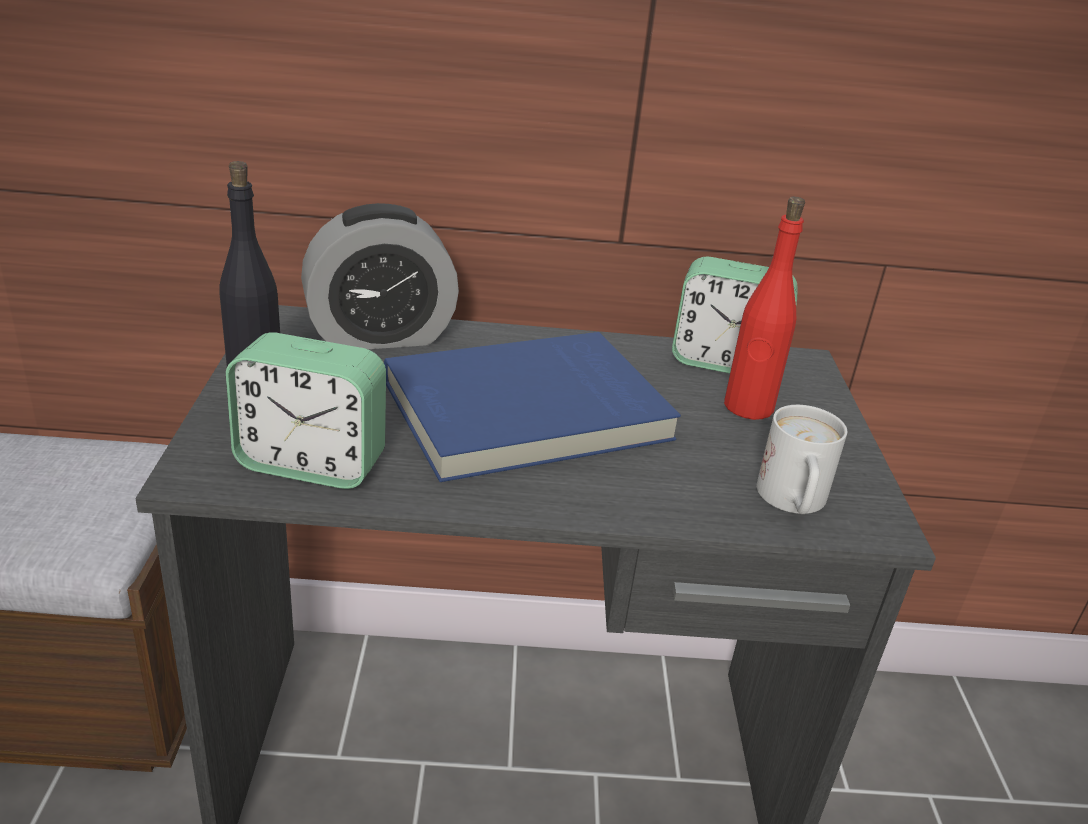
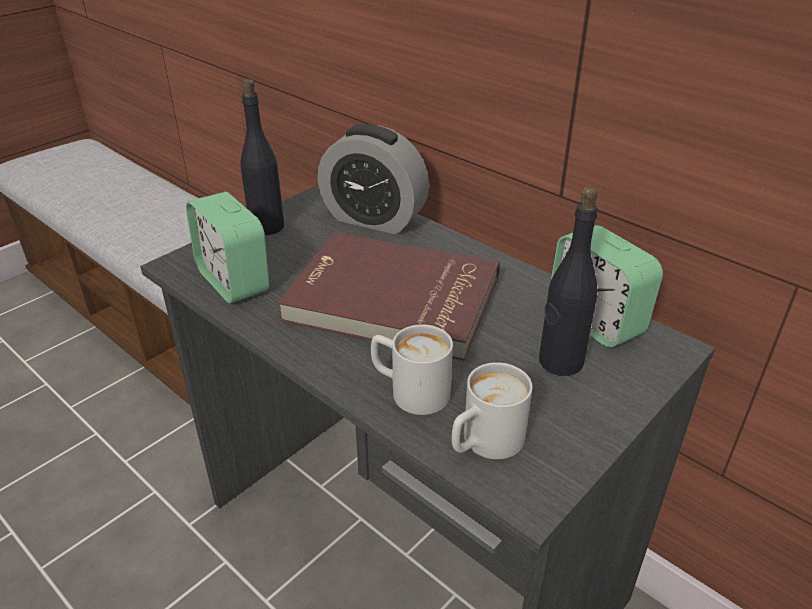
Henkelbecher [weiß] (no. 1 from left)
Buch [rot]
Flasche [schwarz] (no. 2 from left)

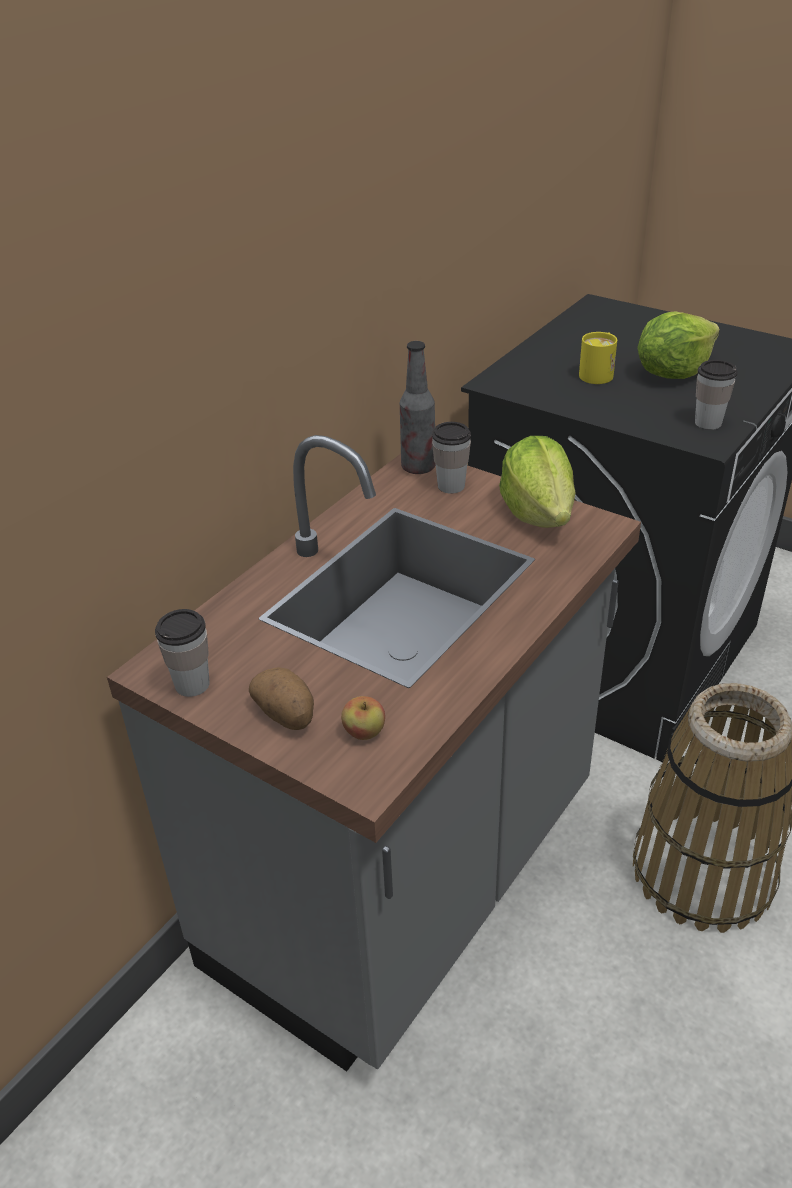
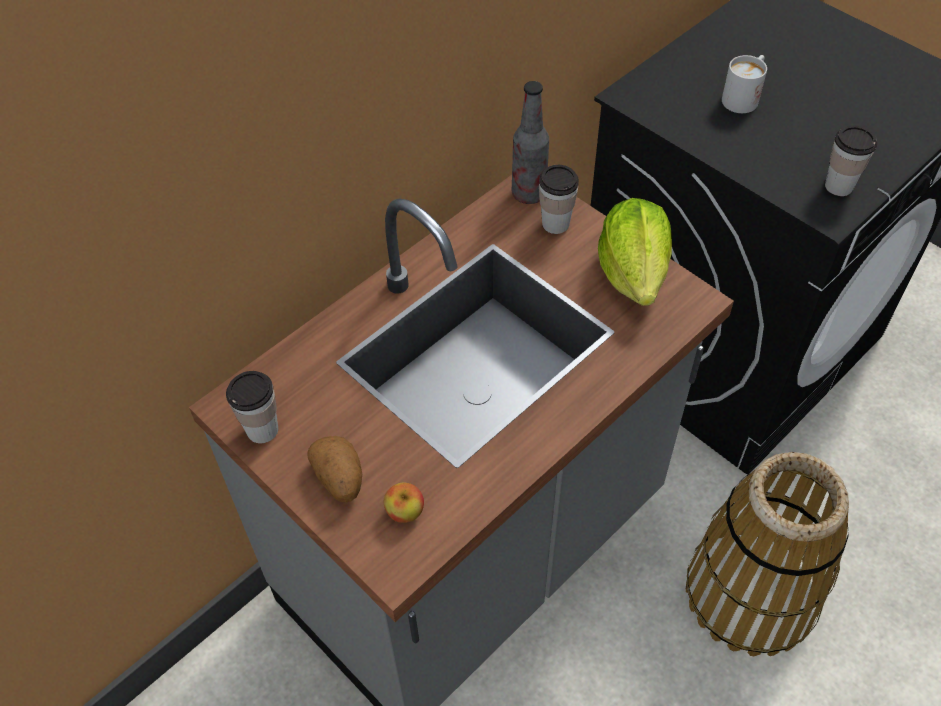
Salatkopf (no. 2 from left in the first image)
Henkelbecher [weiß]

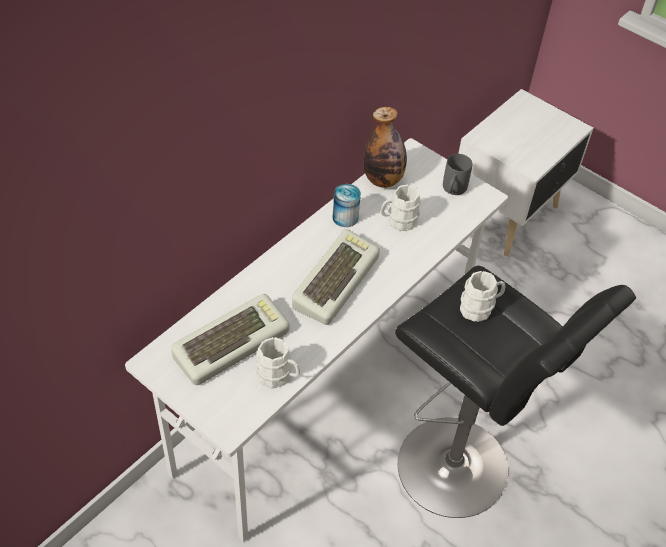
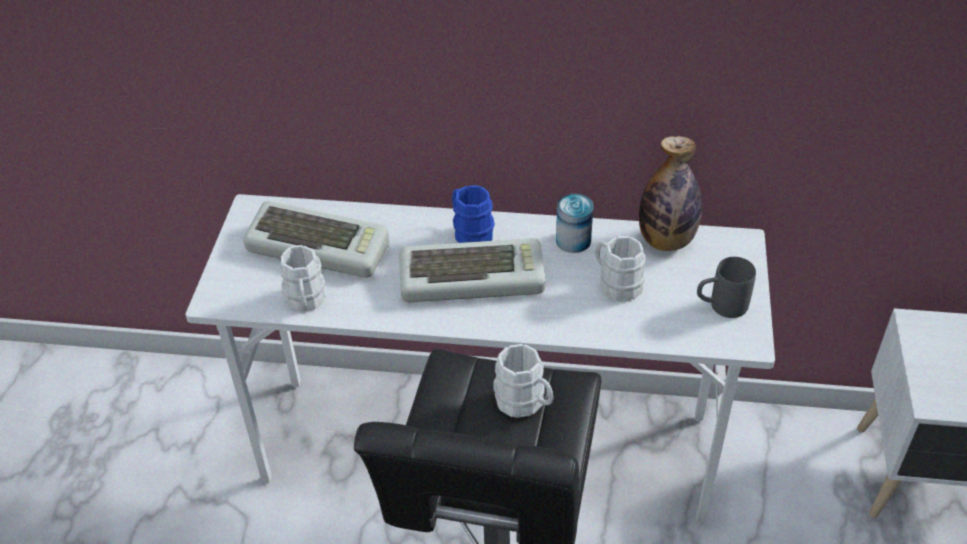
Henkelbecher [blau]

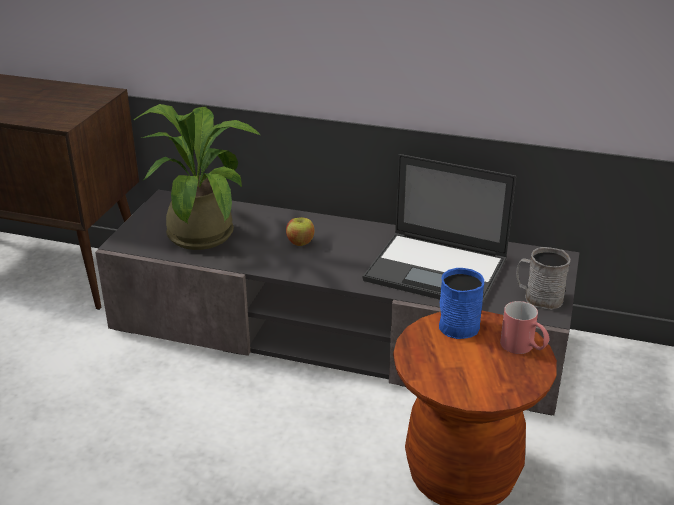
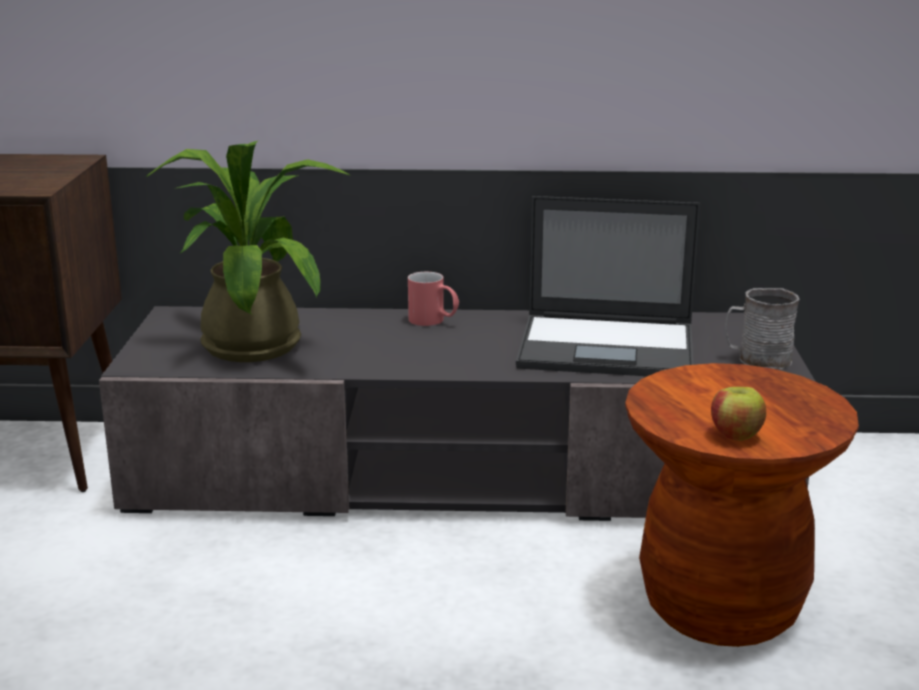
Henkelbecher [blau]
Apfel
Henkelbecher [rot]

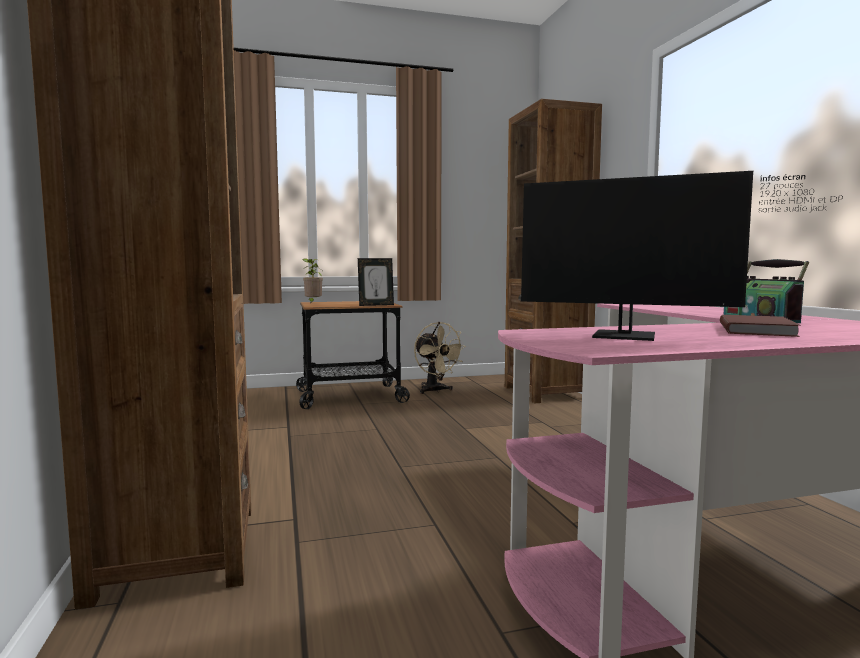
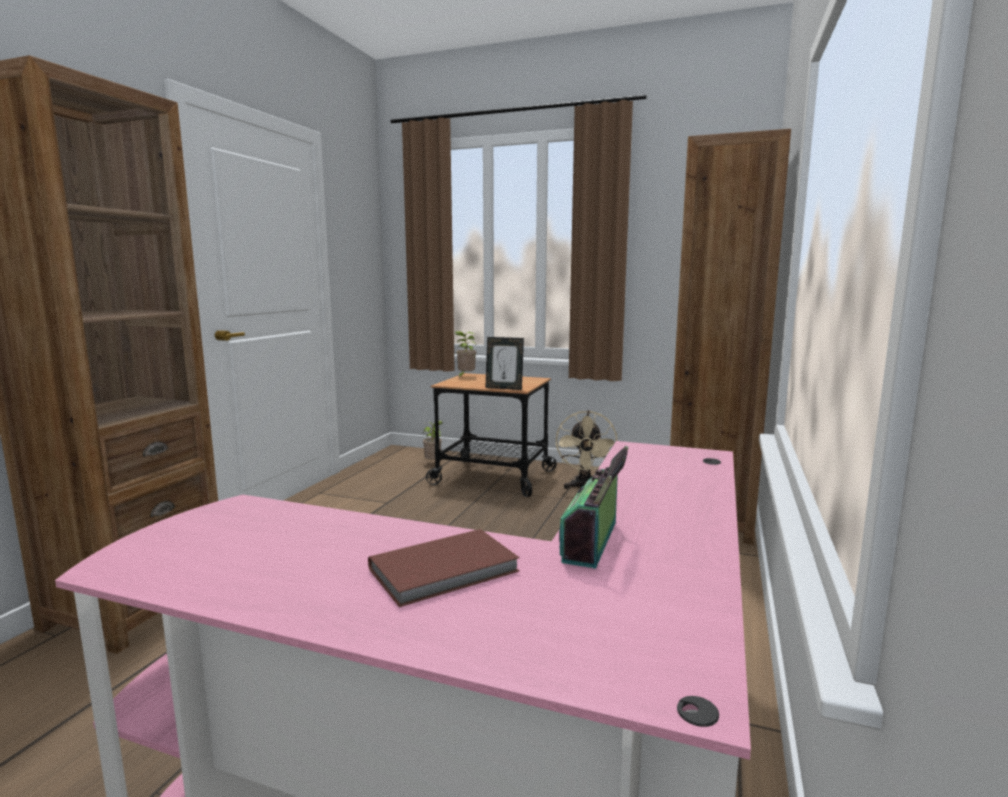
Monitor
Topfpflanze (no. 1 from left)

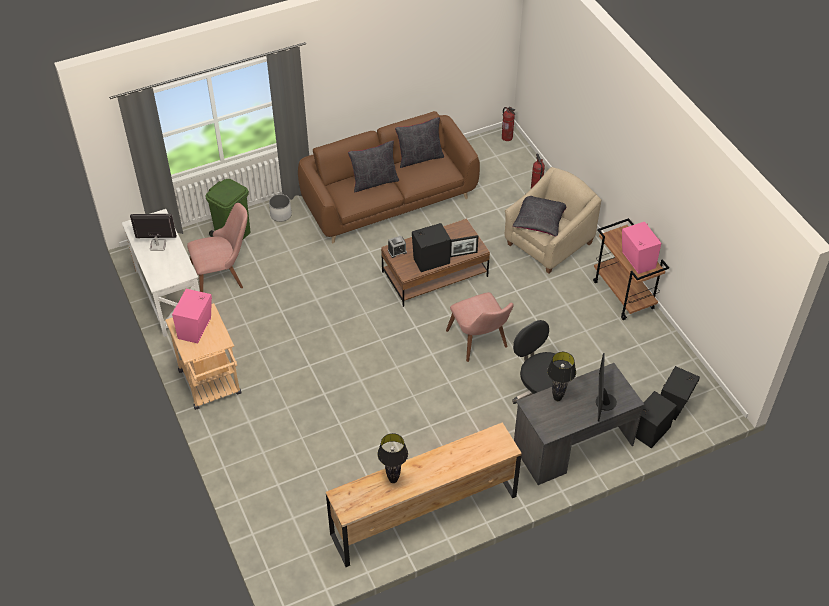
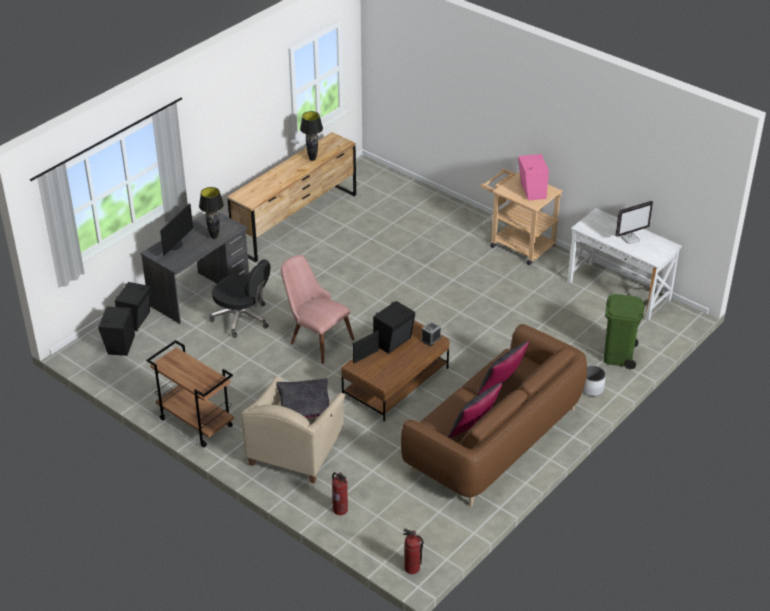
Stuhl [rosa] (no. 1 from left in the first image)
Lautsprecher [rosa] (no. 2 from left in the first image)
Monitor (no. 1 from left)

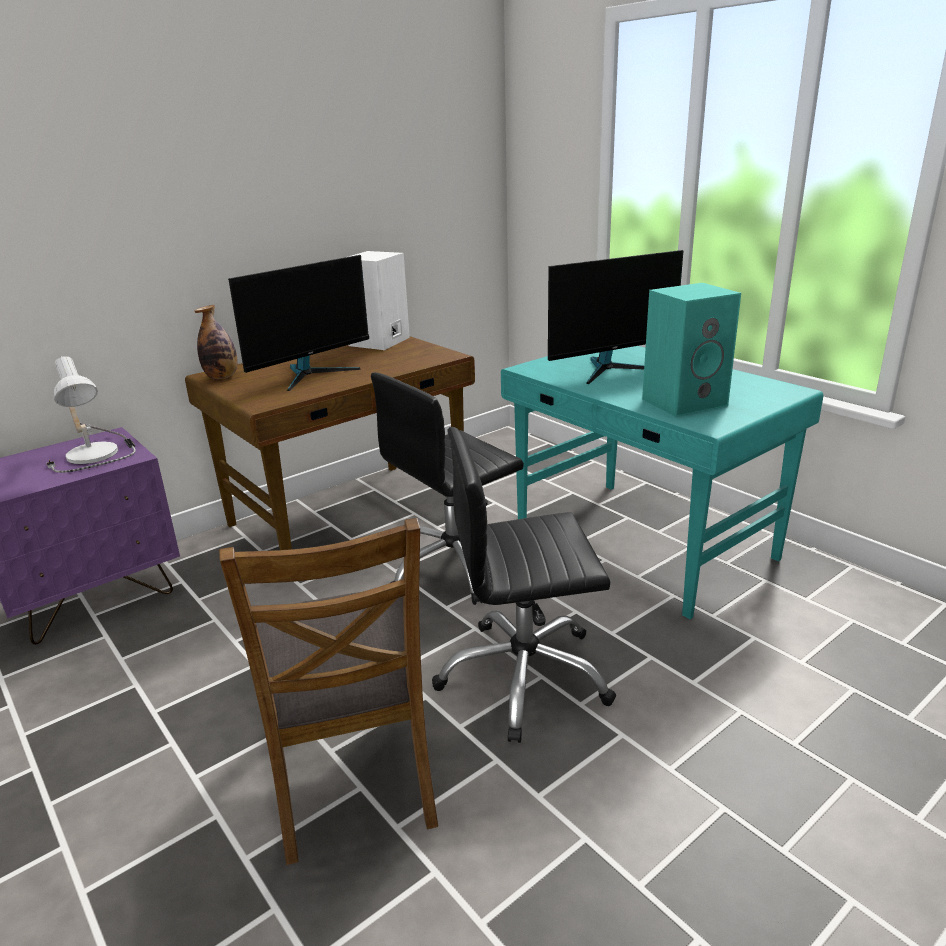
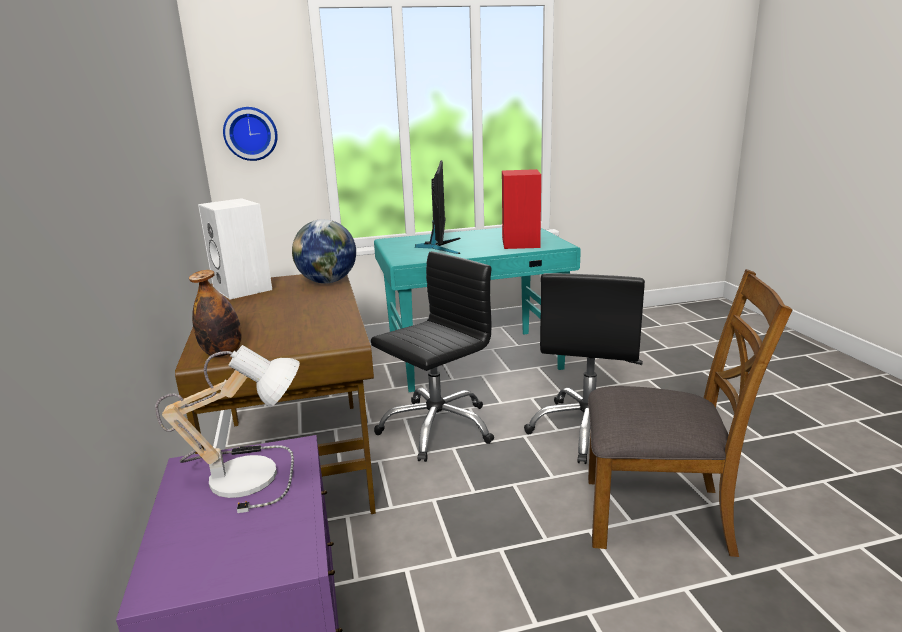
Monitor (no. 1 from left in the first image)
Wanduhr
Globus
Lautsprecher [rot]
Bürostuhl [schwarz] (no. 1 from left)

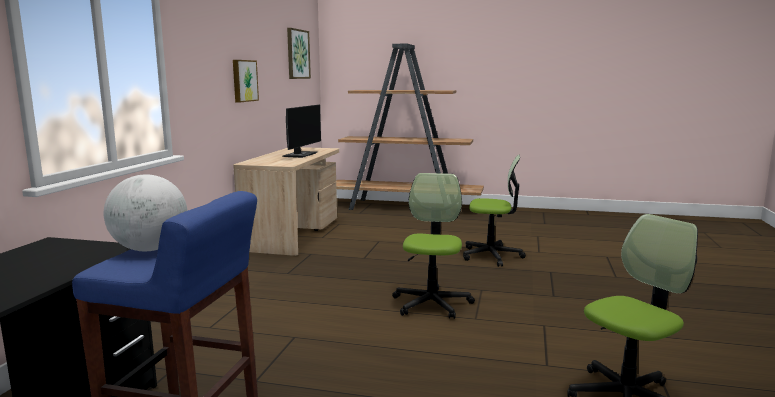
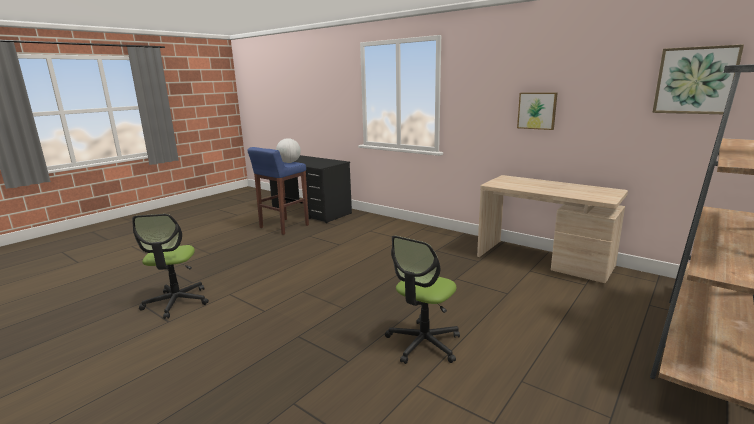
Monitor
Bürostuhl (no. 1 from left in the first image)

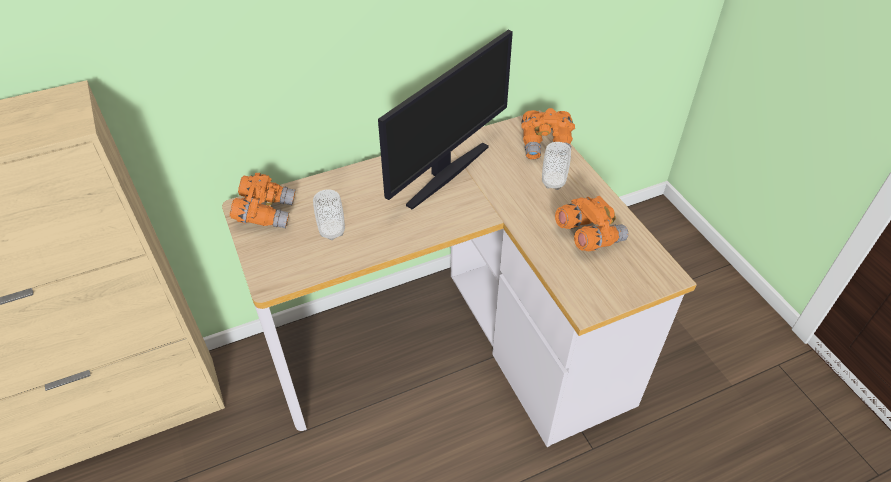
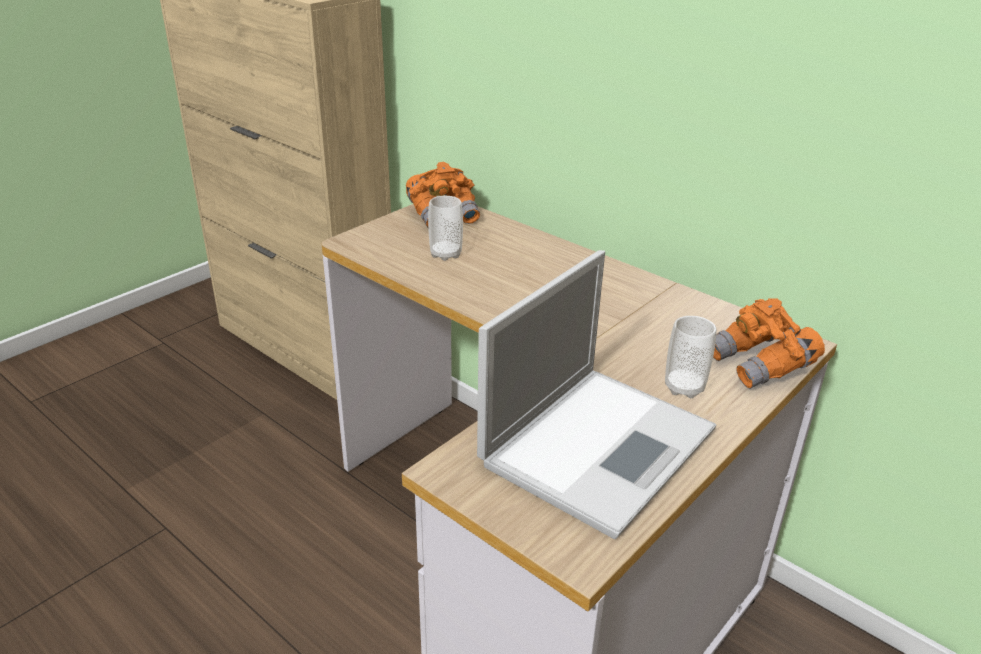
Monitor
Laptop

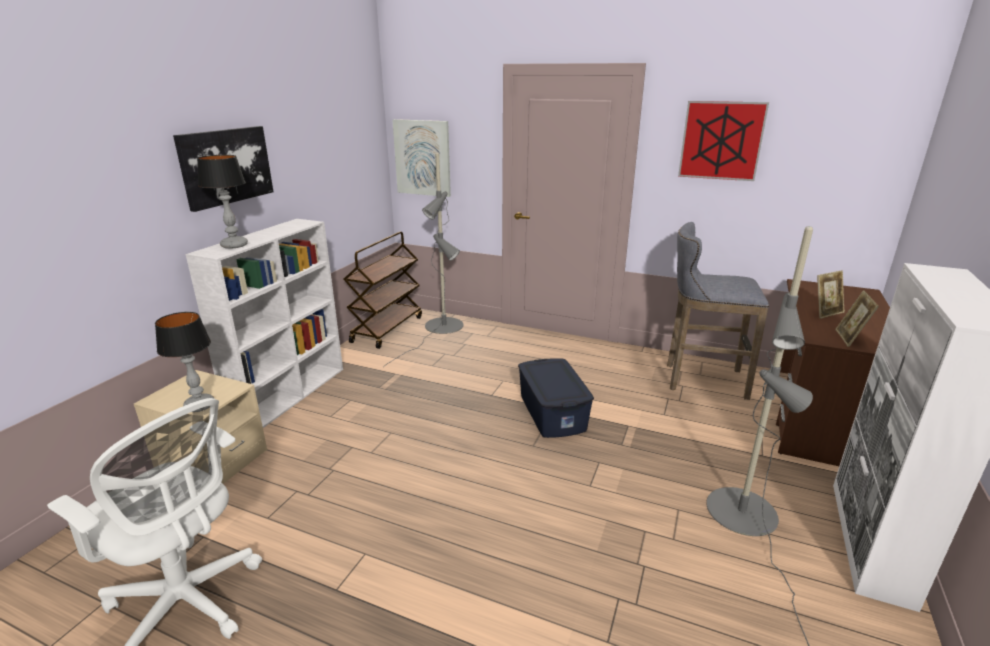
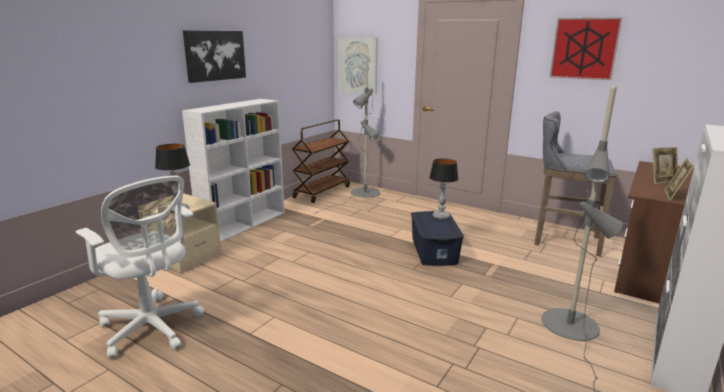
Tischlampe (no. 2 from left)

